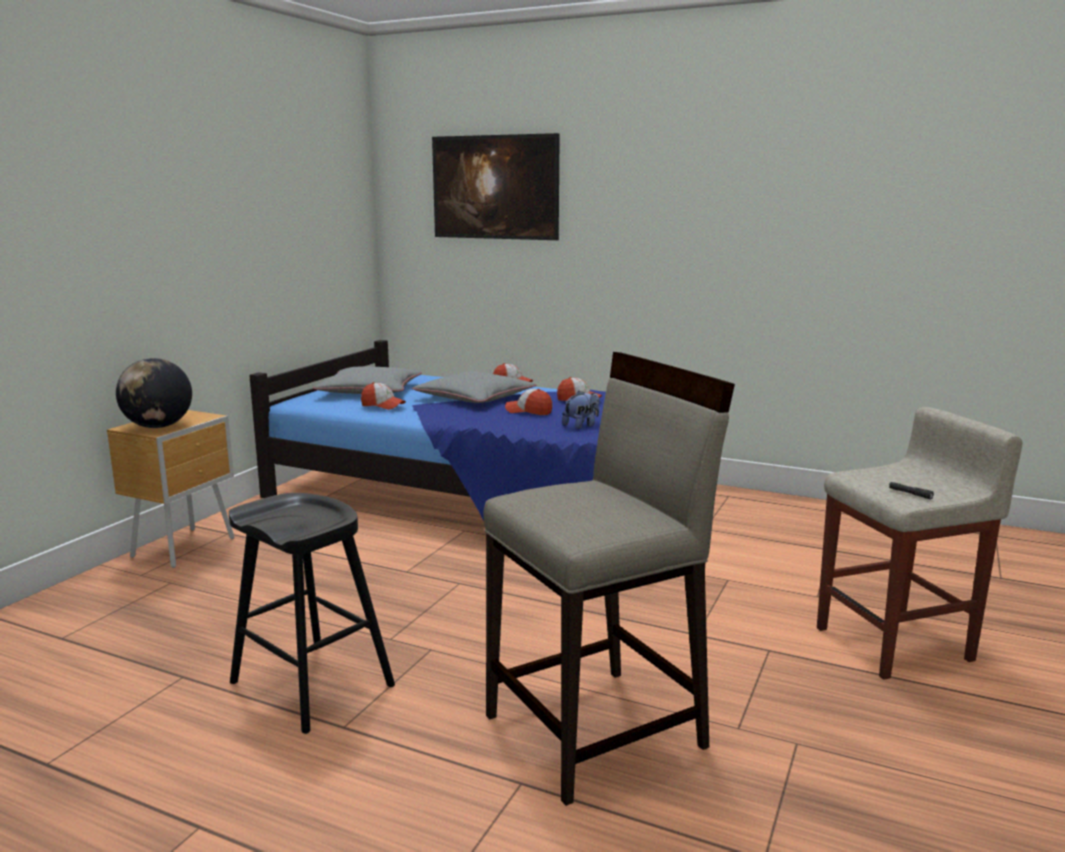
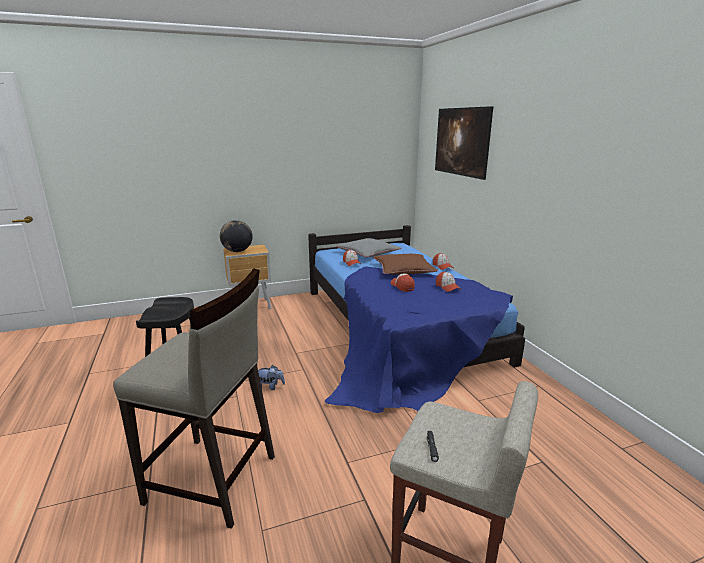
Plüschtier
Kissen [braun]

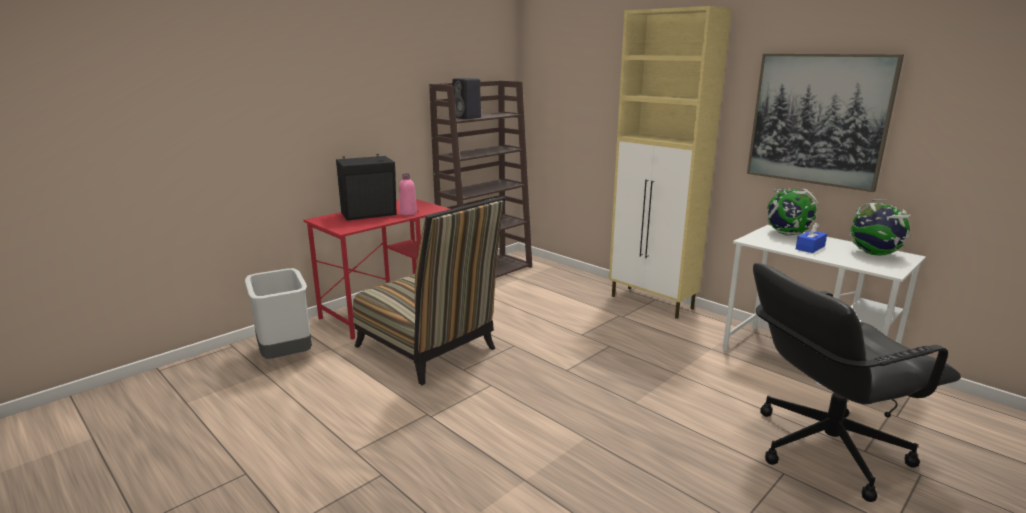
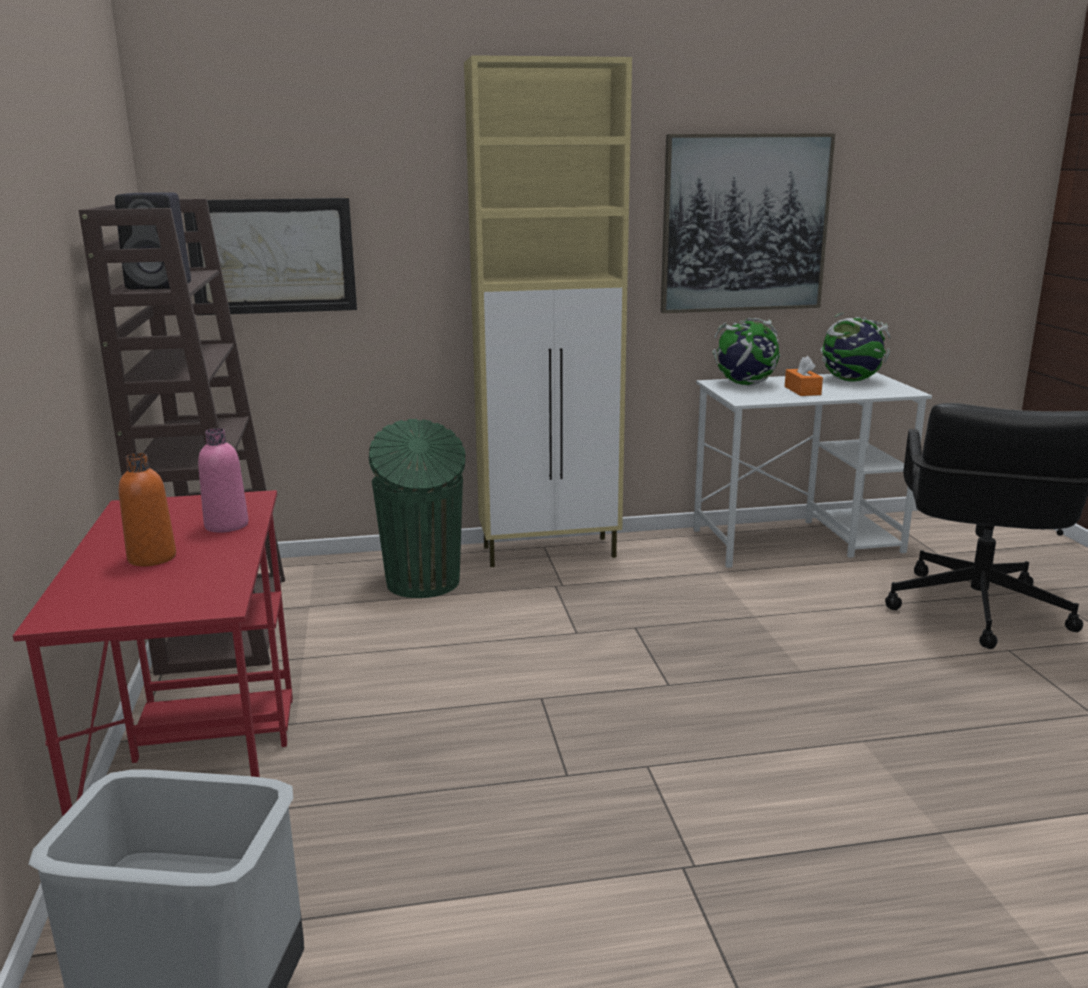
Stuhl
Bild (no. 1 from left)
Mülleimer [grün]
Flasche [orange]
Taschentuchbox [orange]

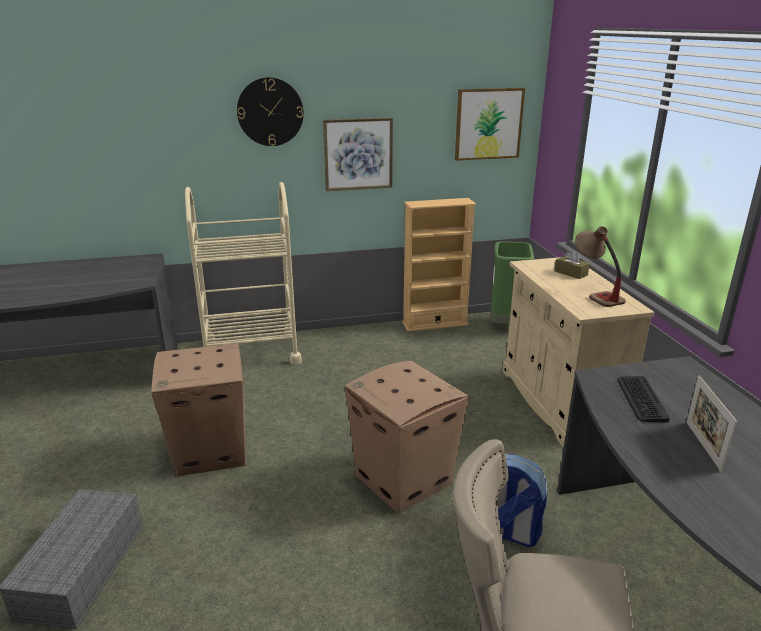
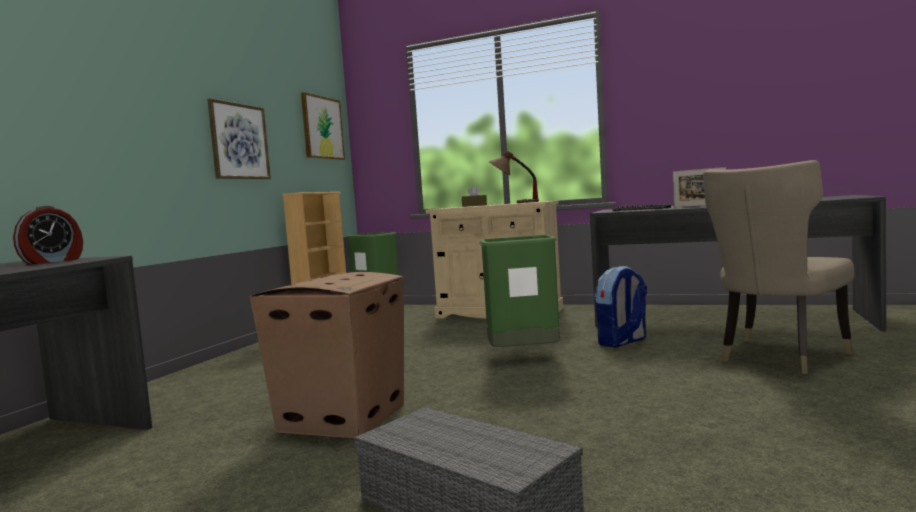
Rollwagen [beige]
Wanduhr
Wecker
Mülleimer [grün] (no. 2 from left)

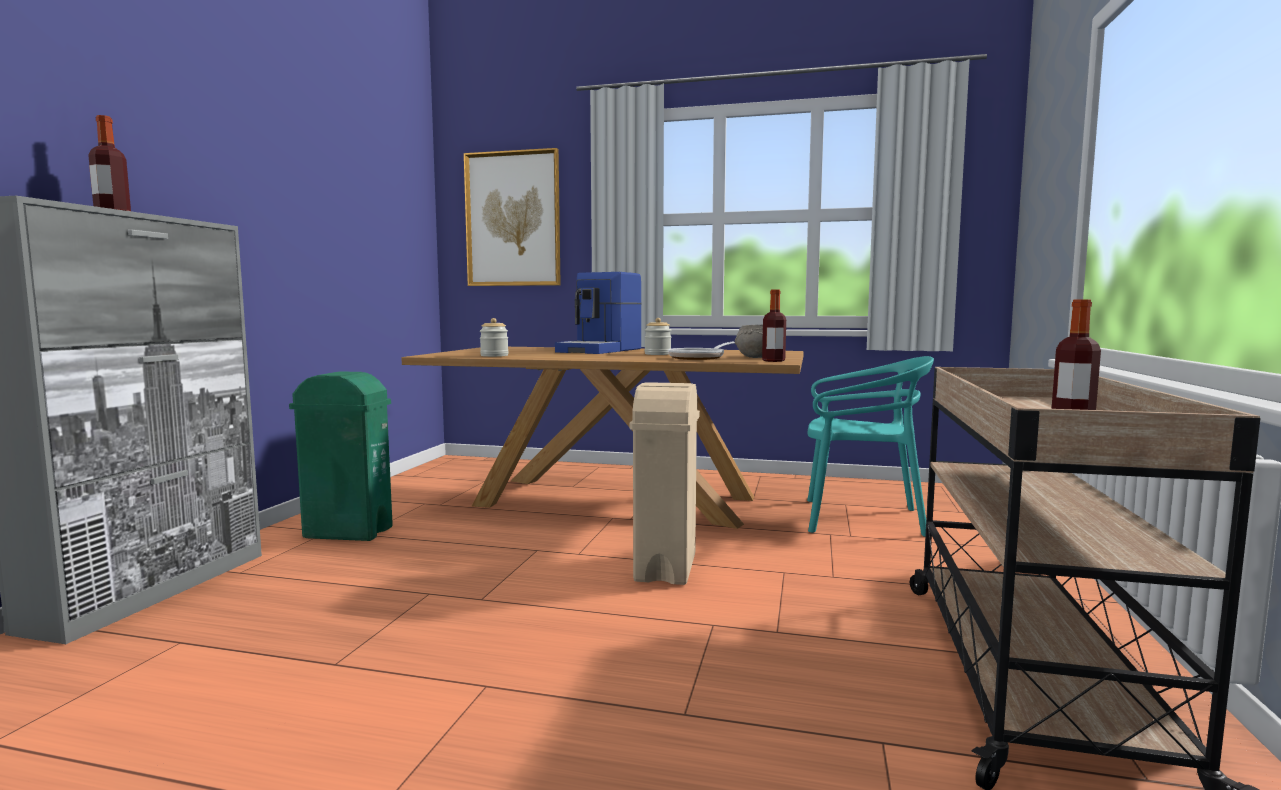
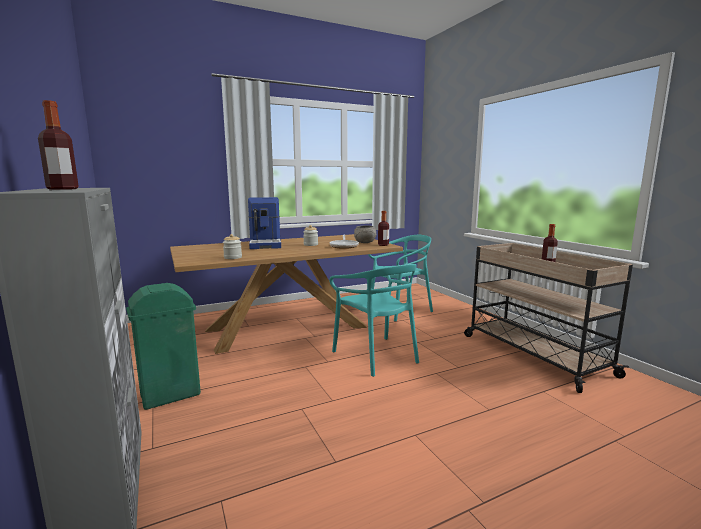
Bild
Stuhl [türkis] (no. 1 from left)

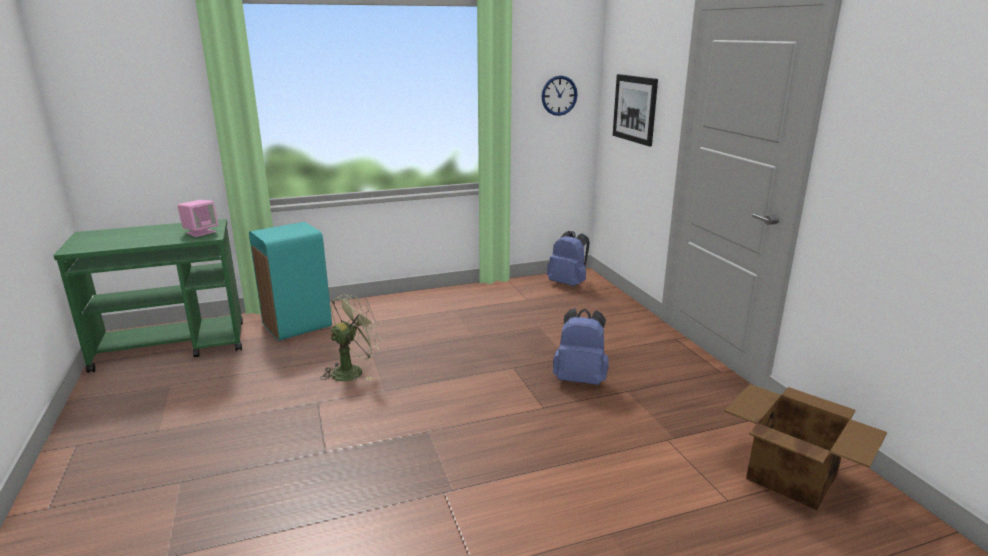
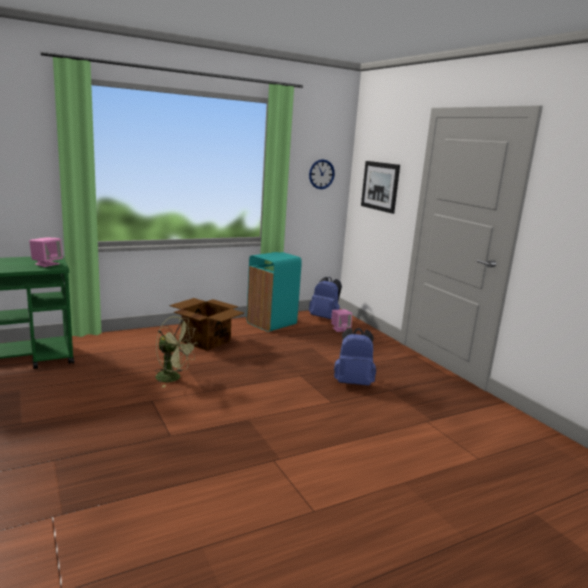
Lautsprecher [rosa] (no. 2 from left)
Mülleimer [türkis]
Karton
Ventilator [grün]

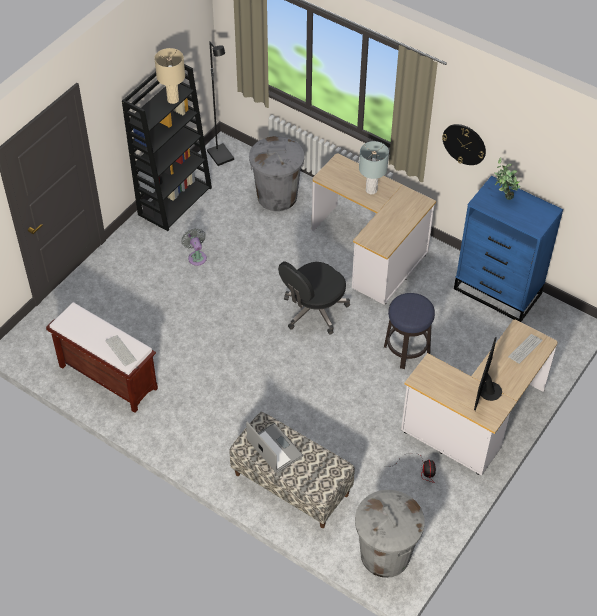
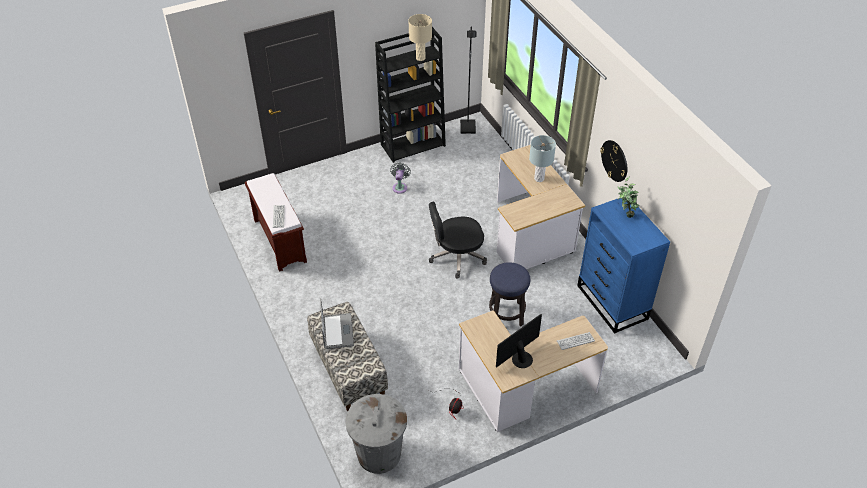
Mülleimer [grau] (no. 1 from left in the first image)

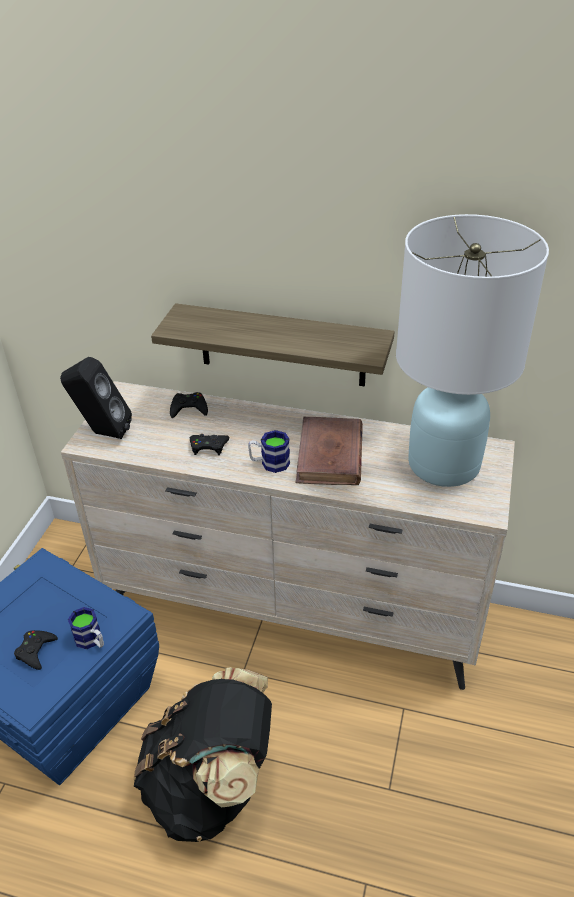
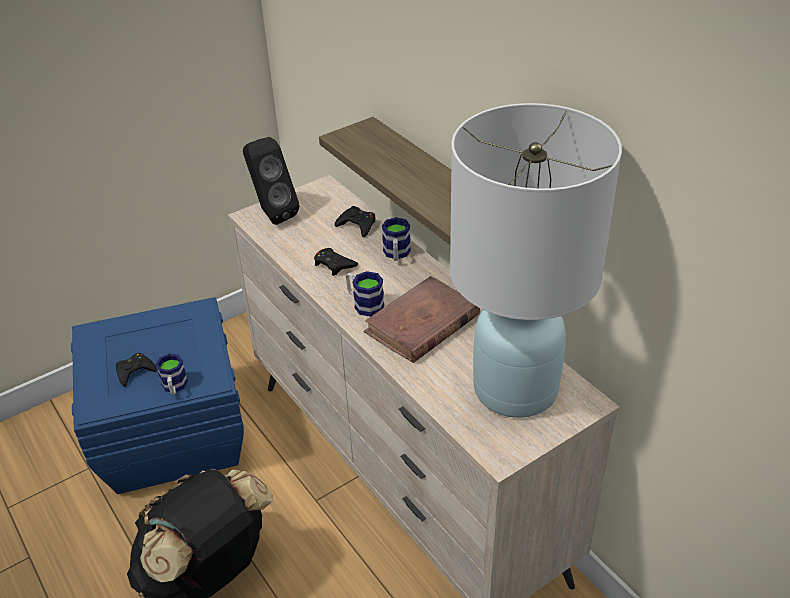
Henkelbecher (no. 3 from left)

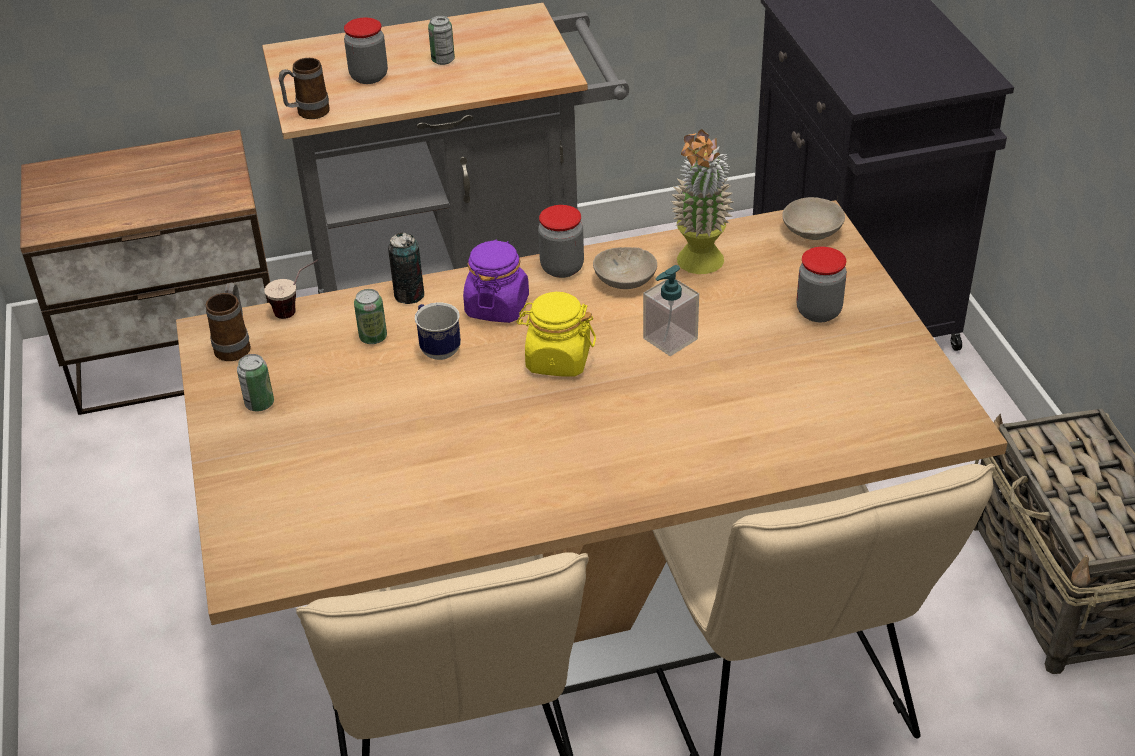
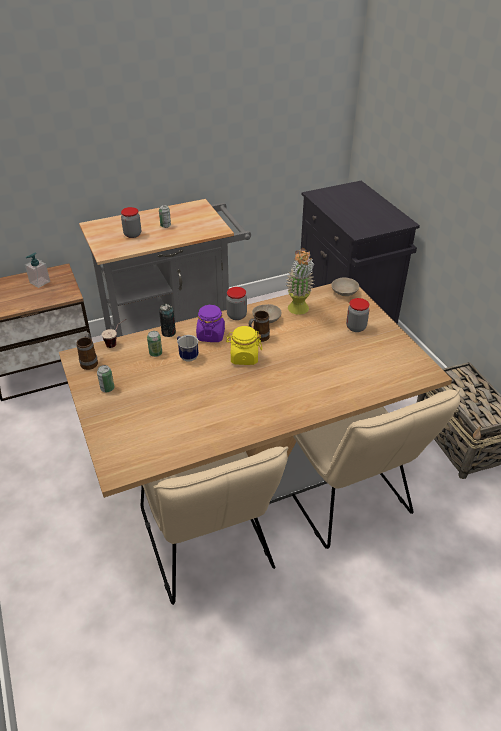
Henkelbecher (no. 3 from left)
Seifenspender

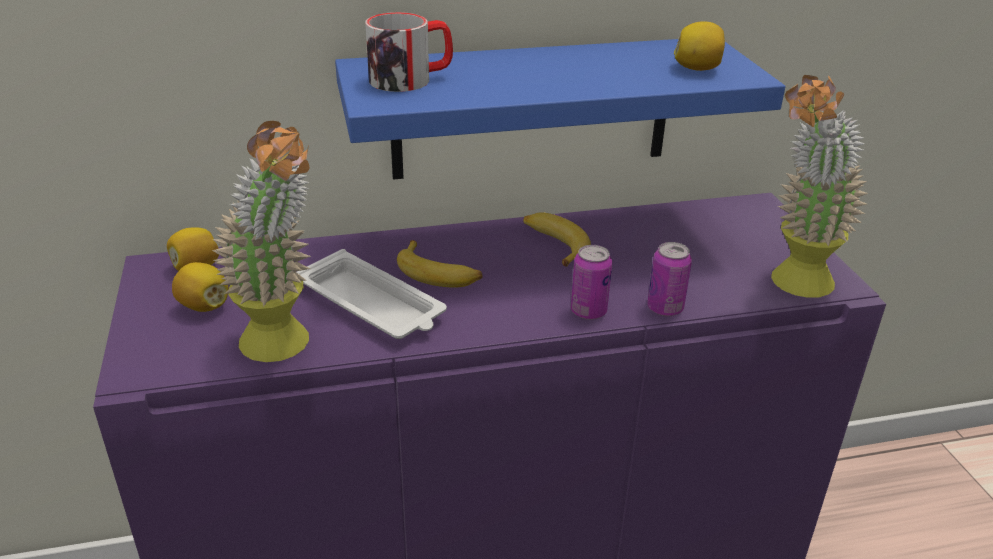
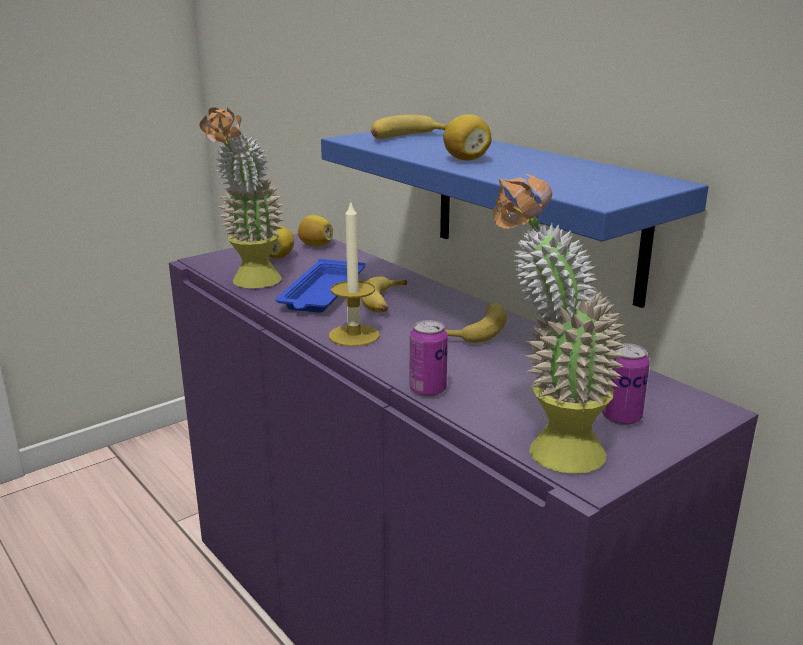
Kerze
Dose (no. 2 from left)
Zitrone (no. 3 from left)
Banane (no. 2 from left)
Tablett [blau]

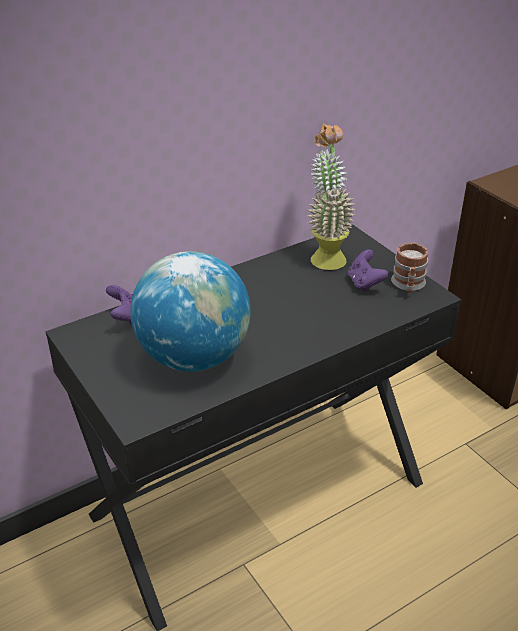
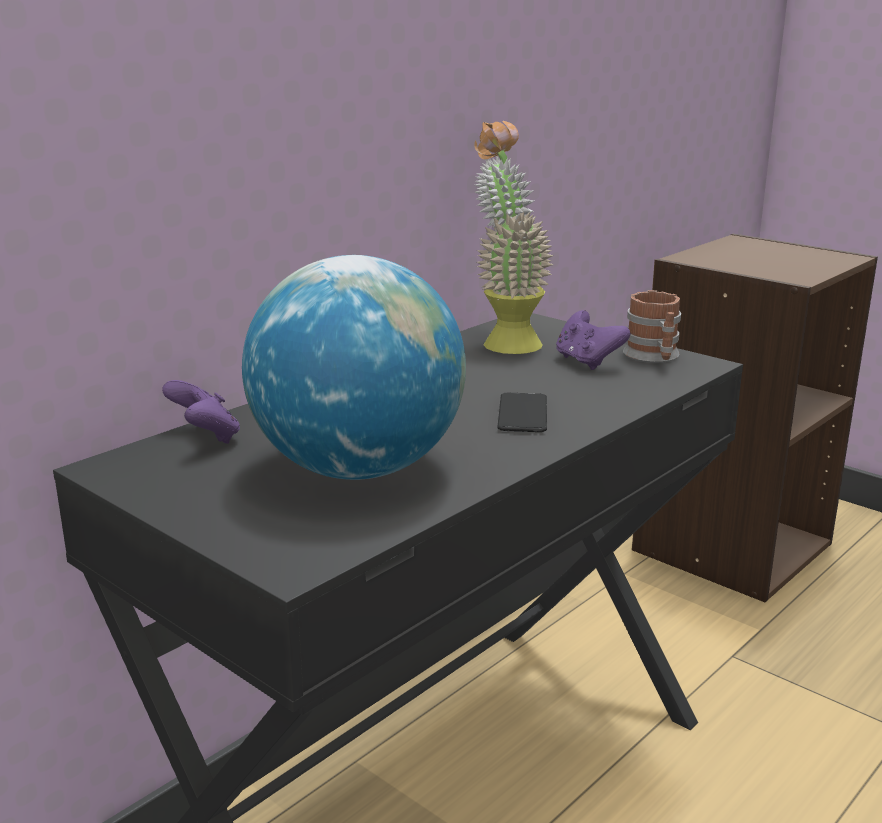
Handy

